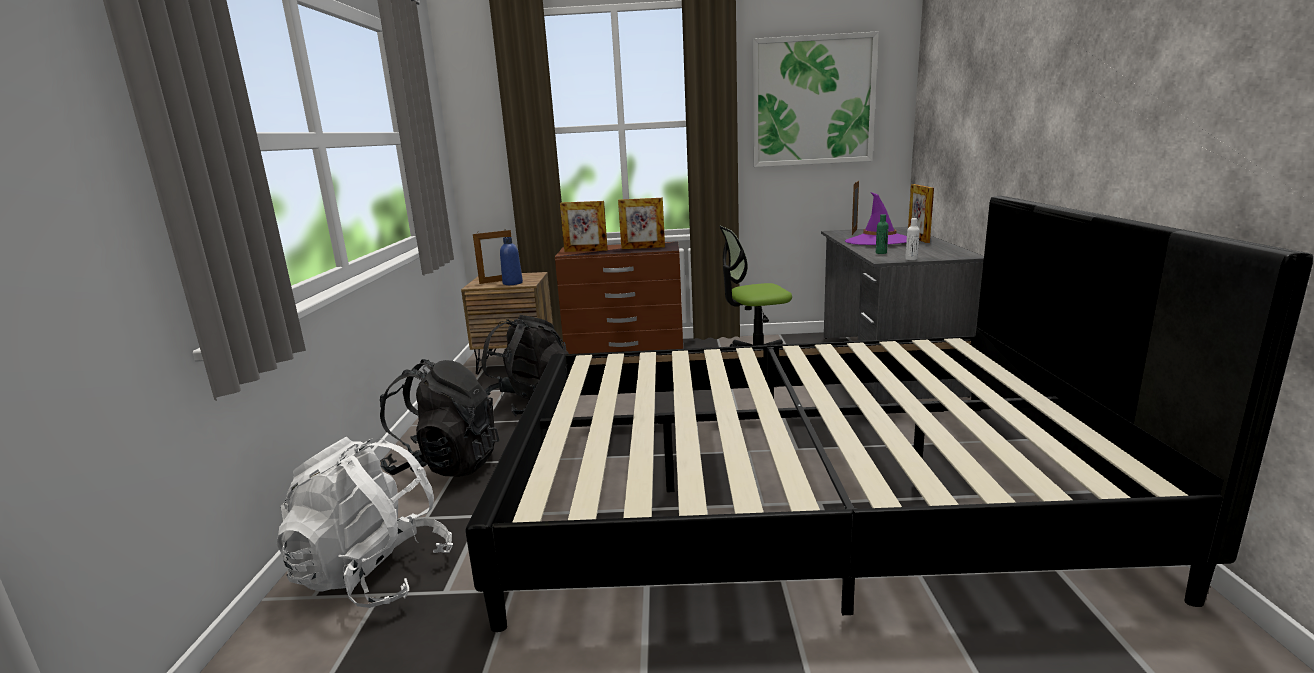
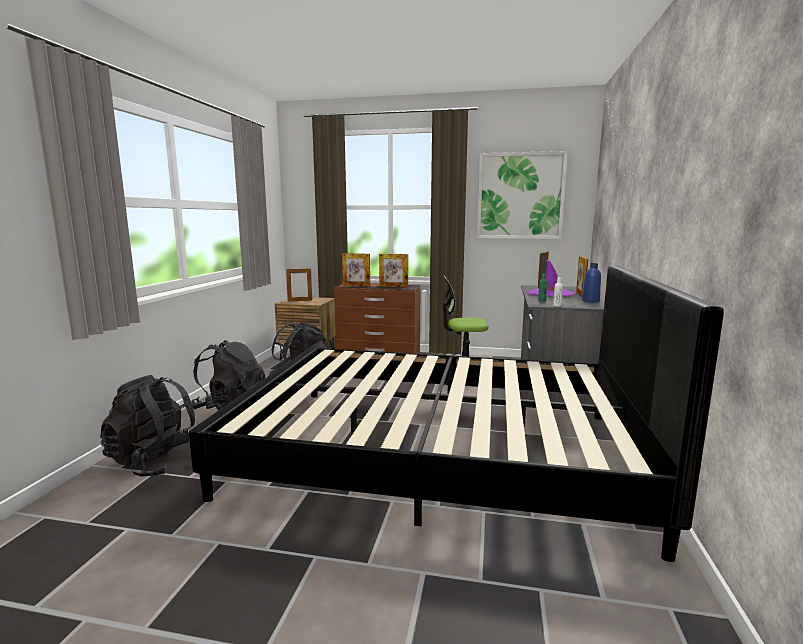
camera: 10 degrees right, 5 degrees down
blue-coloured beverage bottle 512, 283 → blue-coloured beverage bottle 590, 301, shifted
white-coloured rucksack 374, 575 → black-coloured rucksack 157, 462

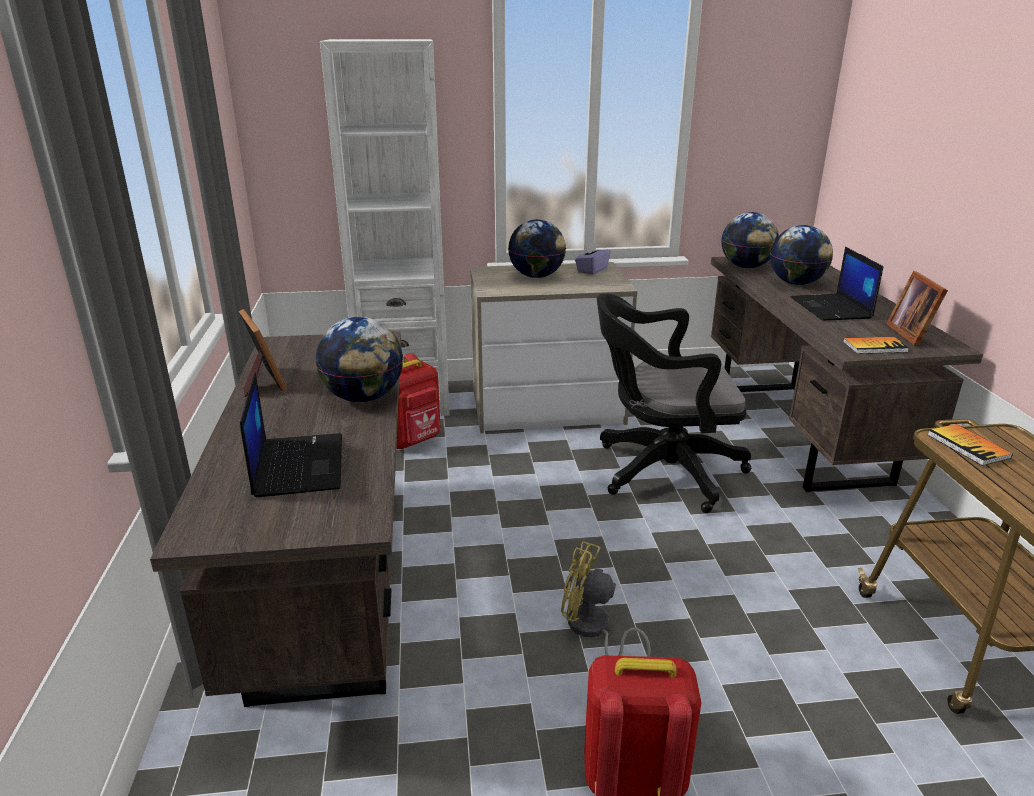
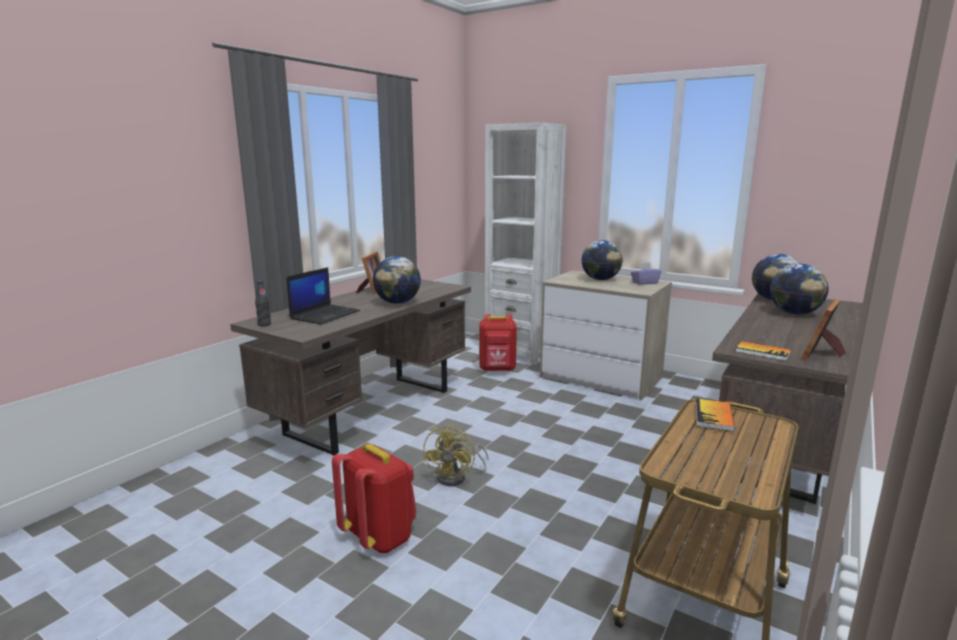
camera: 40 degrees right, 10 degrees down
notebook computer 832, 308 → -
black-coloured desk chair 661, 471 → -
yellow fan 592, 630 → yellow fan 457, 477, 135 degrees counterclockwise
- → black-coloured beverage bottle 264, 324

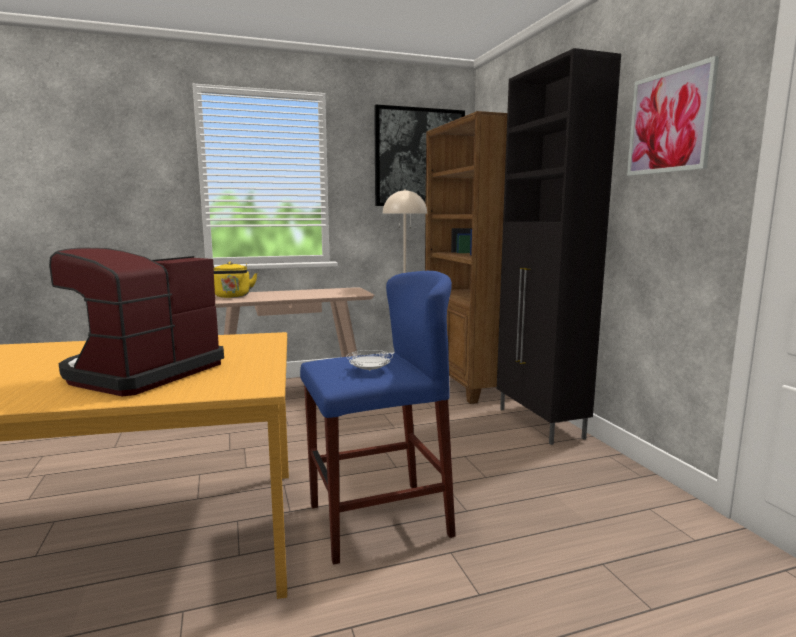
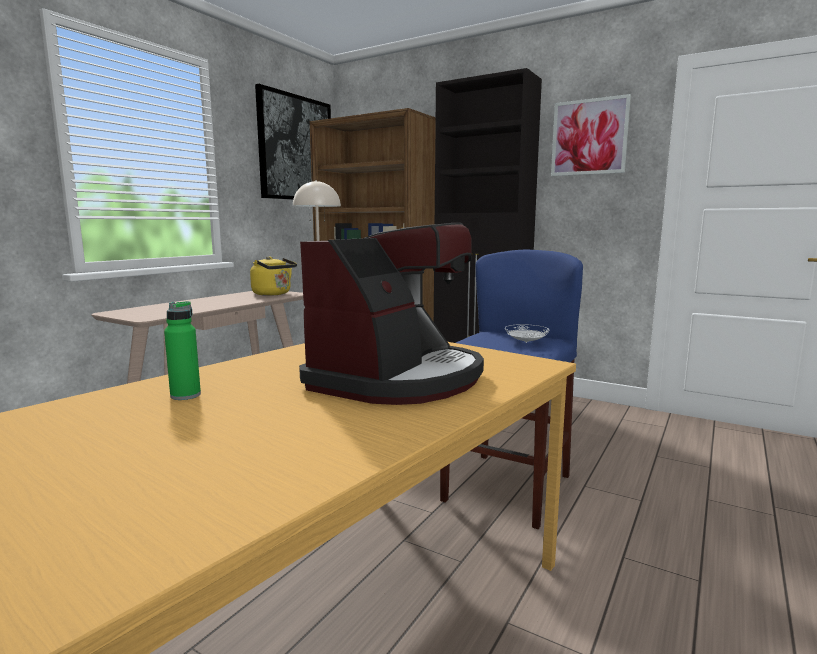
camera: 40 degrees left, 0 degrees up
coffee brewer 142, 373 → coffee brewer 398, 379, 135 degrees counterclockwise
yellow tea kettle 232, 296 → yellow tea kettle 273, 294, shifted
- → green-coloured beverage bottle 185, 395

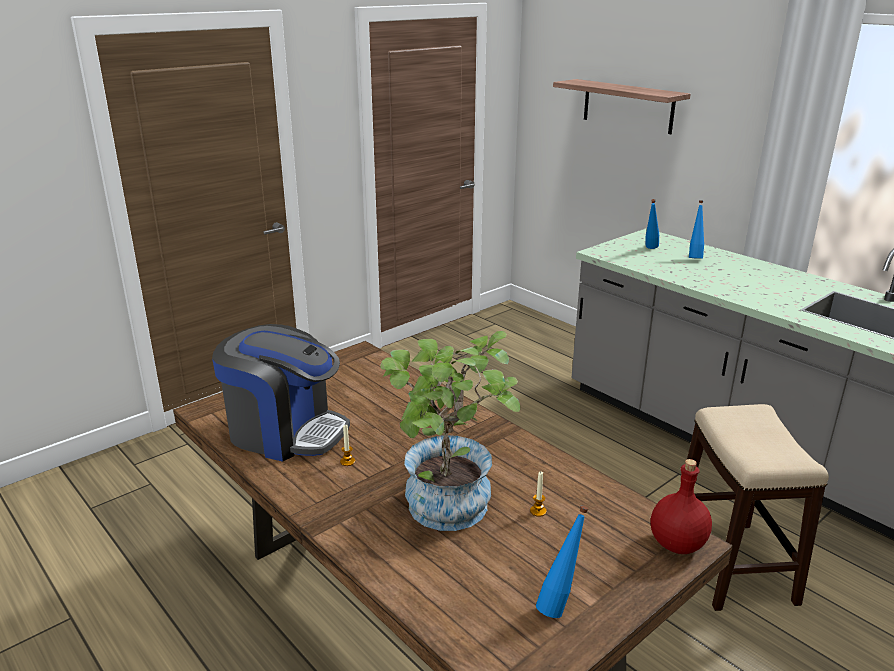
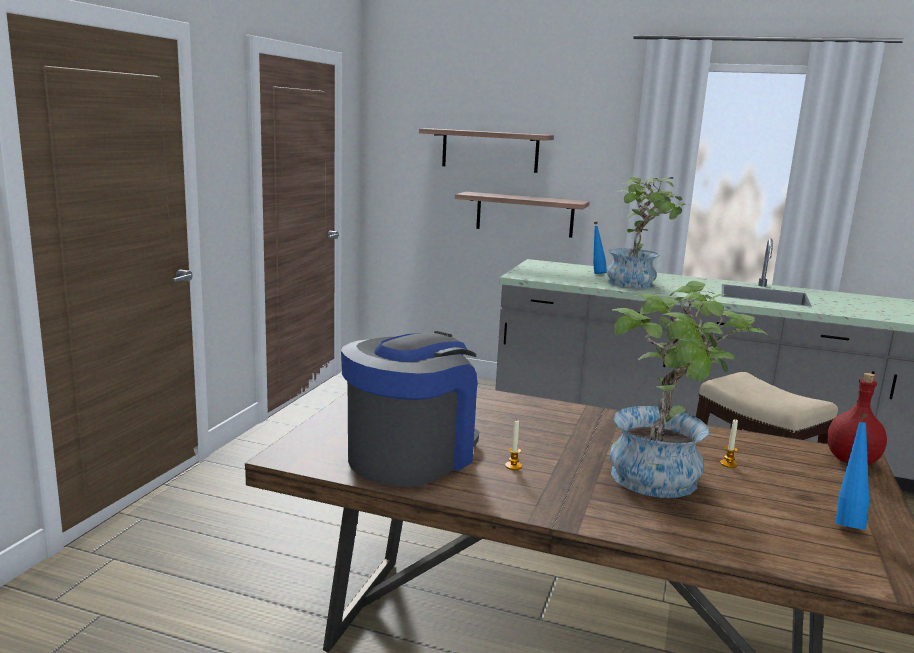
camera: 30 degrees left, 10 degrees down
blue-coloured beverage bottle 650, 249 → -
coffee brewer 285, 432 → coffee brewer 411, 456, 45 degrees counterclockwise
- → houseplant 638, 284
- → wall shelf 524, 214

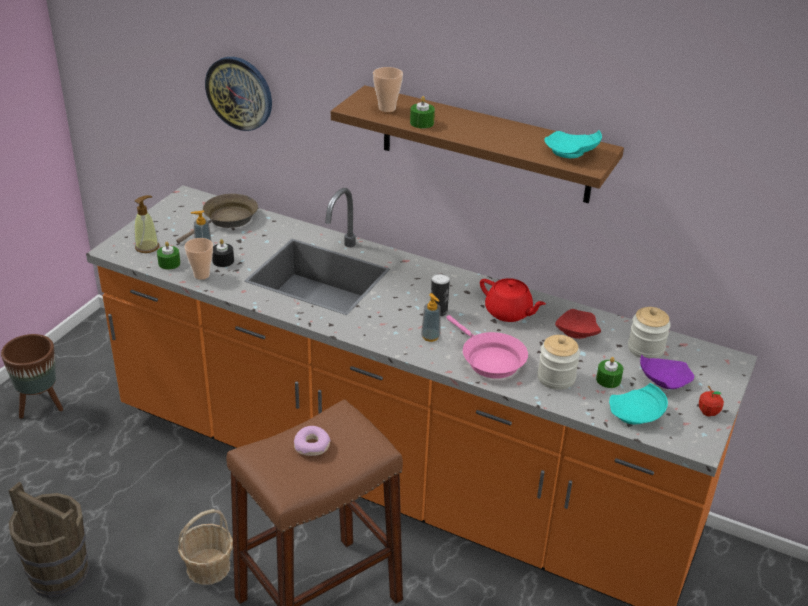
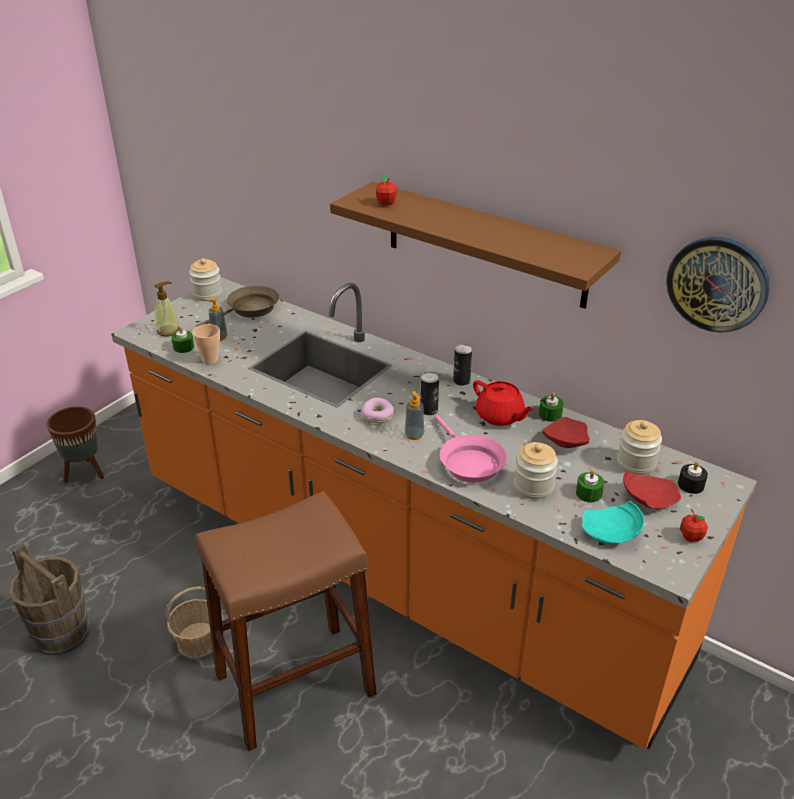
camera: 10 degrees right, 0 degrees up
clock on the wall 239, 93 → clock on the wall 717, 284, shifted
cup 387, 108 → apple 386, 203
green-coloured candle 422, 123 → green-coloured candle 550, 414, shifted
turquoise-coloured flat dish 571, 153 → -
black-coloured candle 223, 261 → black-coloured candle 691, 485, shifted
purple-coloured flat dish 663, 380 → red-coloured flat dish 647, 498
doughnut 312, 446 → doughnut 377, 415, shifted
- → preserve jar 207, 294
- → sealed can 461, 381

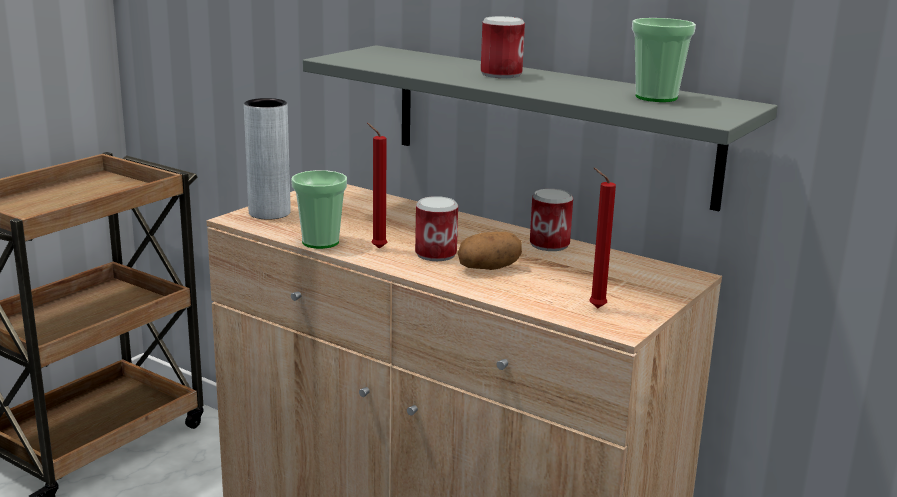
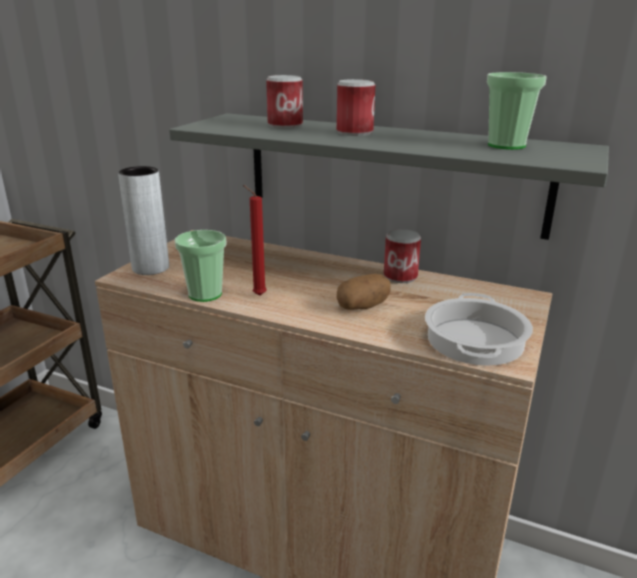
camera: 10 degrees left, 5 degrees up
red-coloured candle 594, 307 → cooking pot 473, 340
sealed can 436, 254 → sealed can 285, 125, shifted

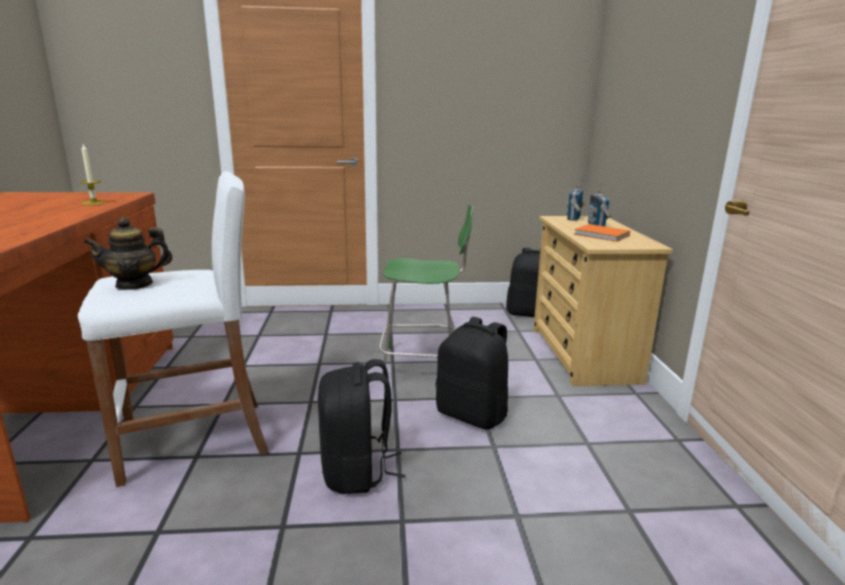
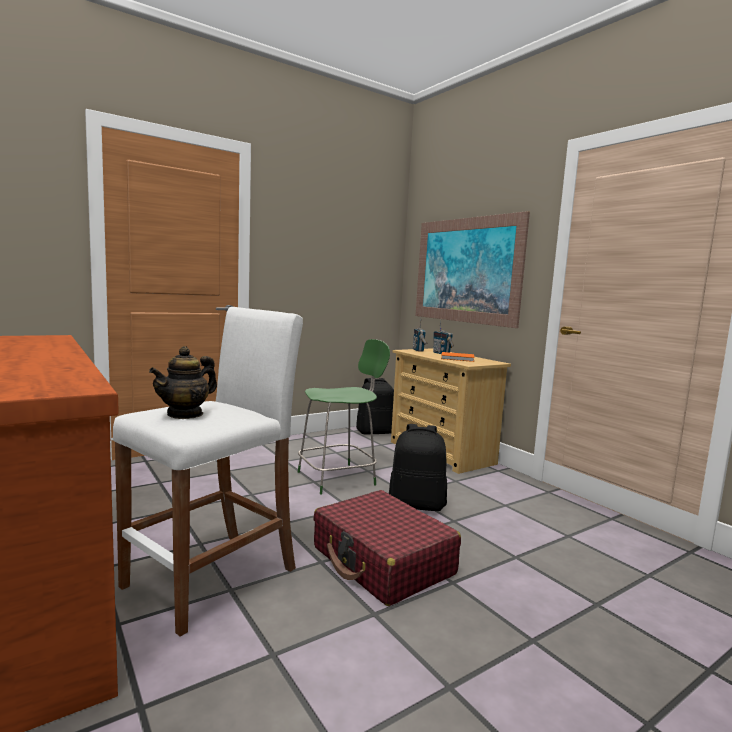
camera: 30 degrees left, 10 degrees down
candle 94, 203 → -
black-coloured rucksack 357, 471 → red-coloured travel case 383, 561
- → wall art 466, 270

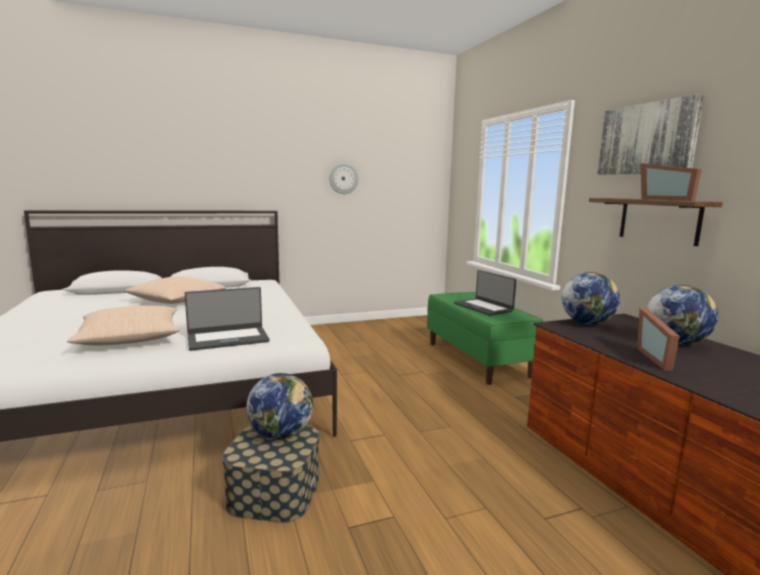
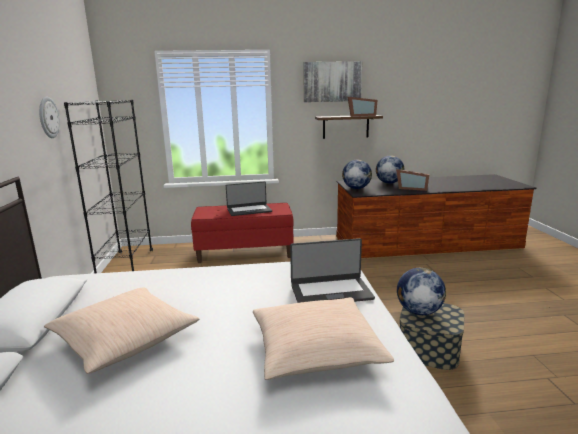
camera: 75 degrees left, 5 degrees up
notebook computer 228, 338 → notebook computer 330, 291, 90 degrees clockwise
green-coloured indoor bench 477, 359 → red-coloured indoor bench 245, 252
- → black-coloured shelving unit 126, 265

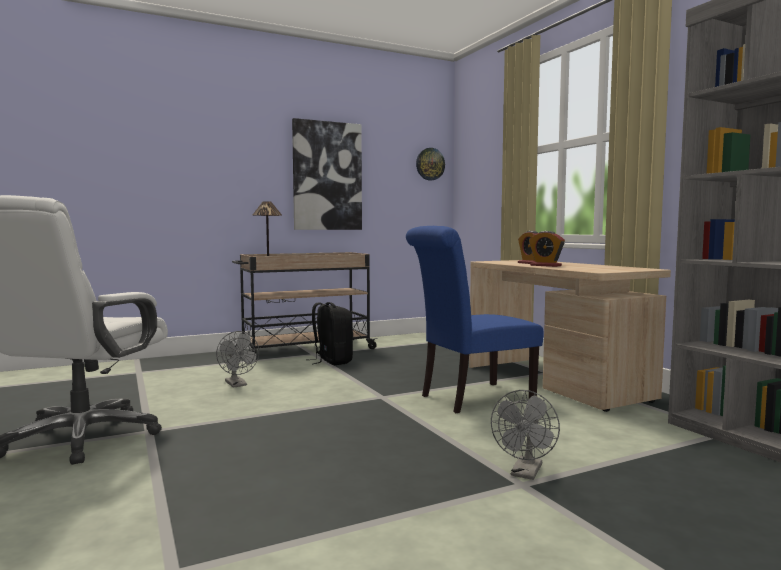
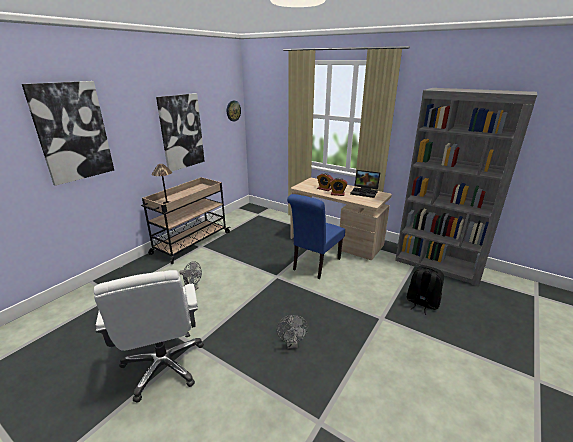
camera: 30 degrees left, 20 degrees up
black-coloured rucksack 332, 361 → black-coloured rucksack 421, 303, shifted
grey fan 525, 473 → grey fan 292, 344, shifted
- → wall art 72, 132
- → notebook computer 365, 192

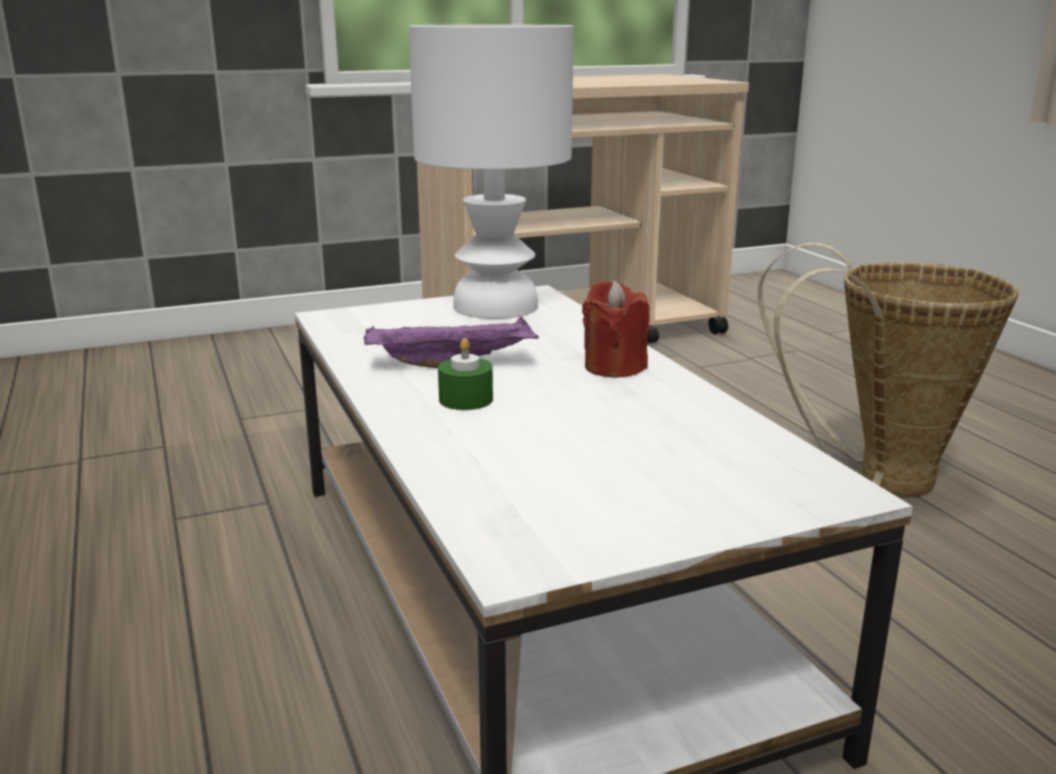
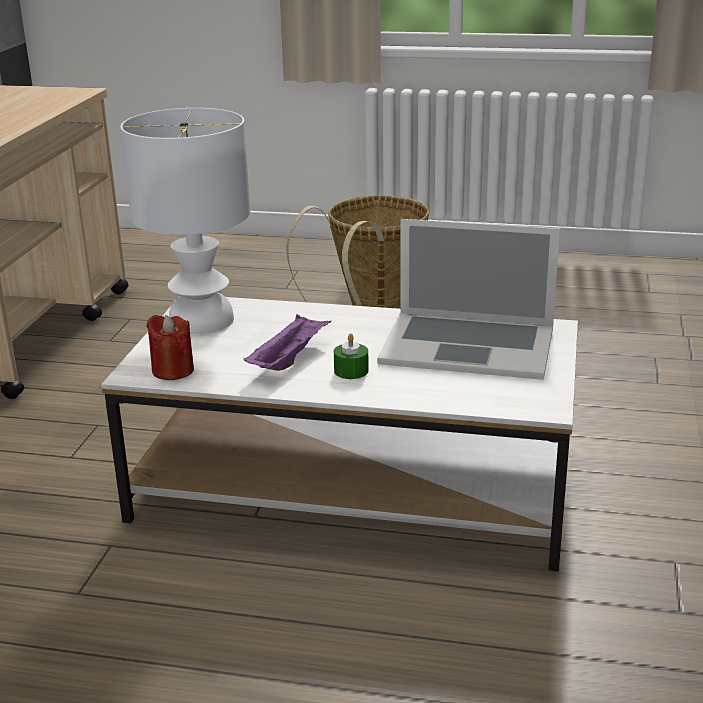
camera: 55 degrees left, 5 degrees up
red-coloured candle 614, 367 → red-coloured candle 173, 370, shifted
- → notebook computer 468, 345

